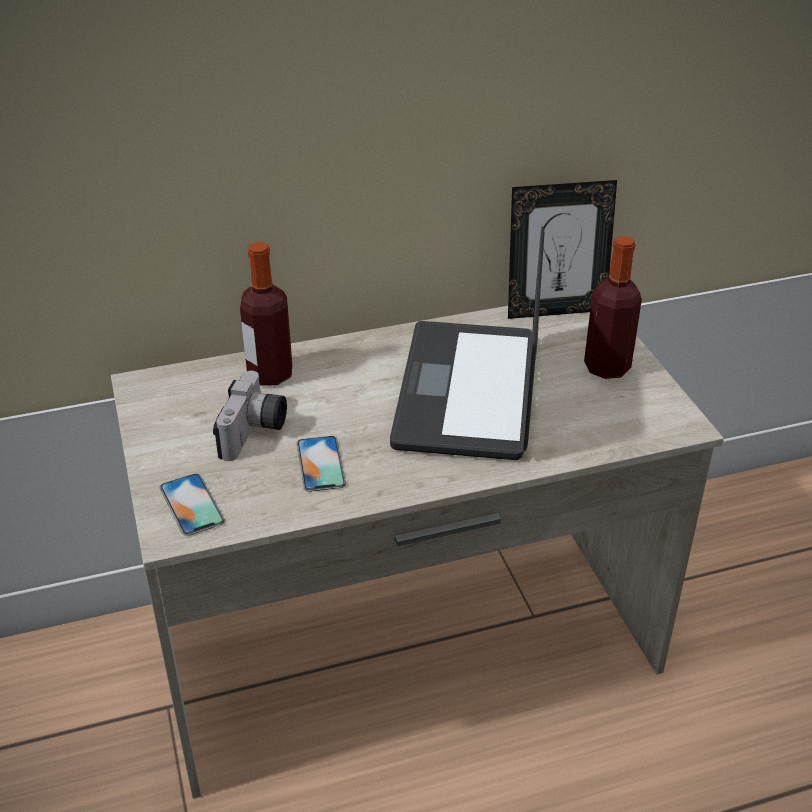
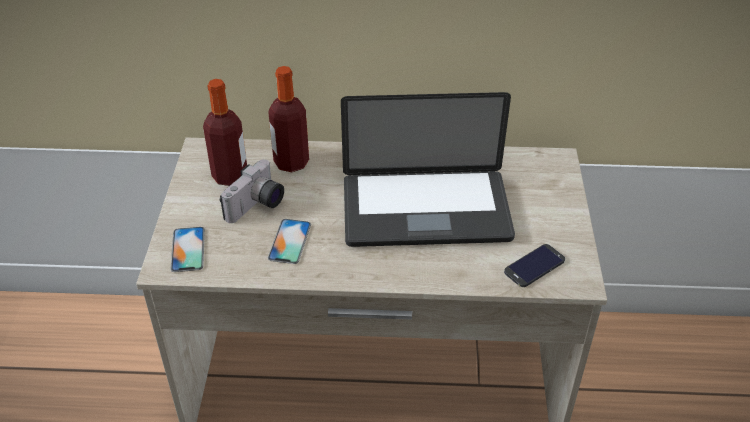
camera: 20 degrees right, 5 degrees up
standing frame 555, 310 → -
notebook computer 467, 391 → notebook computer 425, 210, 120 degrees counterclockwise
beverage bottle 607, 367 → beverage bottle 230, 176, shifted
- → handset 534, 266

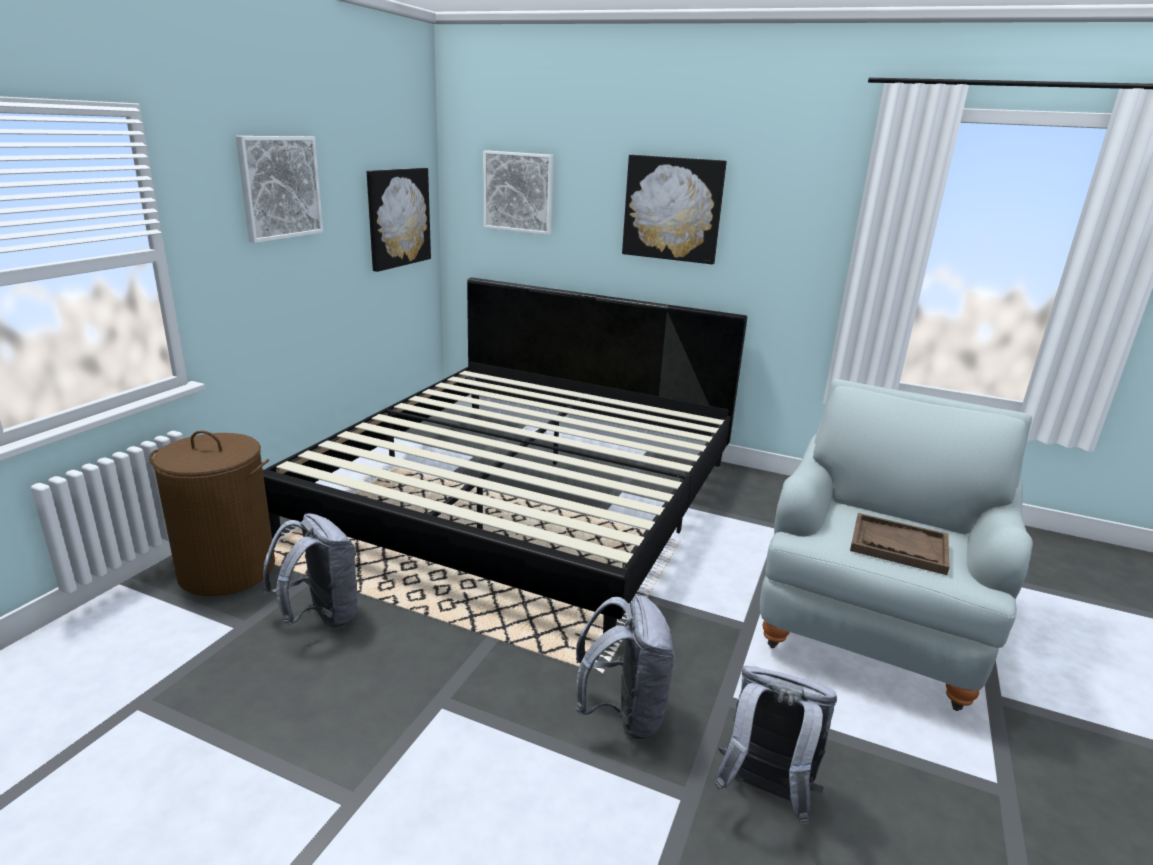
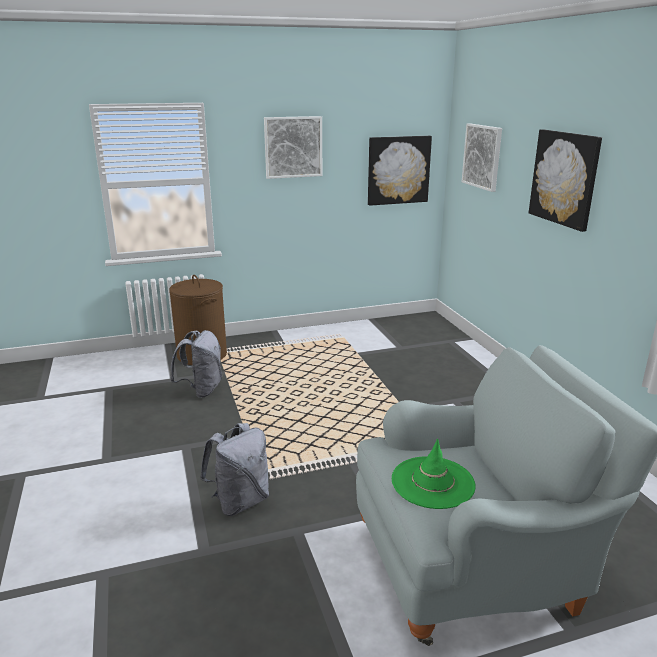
camera: 50 degrees right, 0 degrees up
bedroom bed 525, 496 → -
brown serving tray 898, 546 → green-coloured wearable hat 432, 482
grey rucksack 764, 793 → -

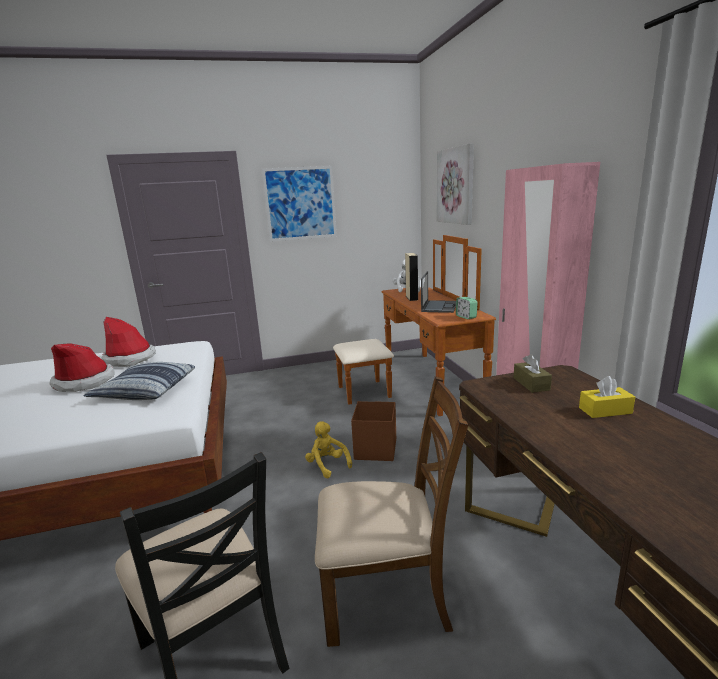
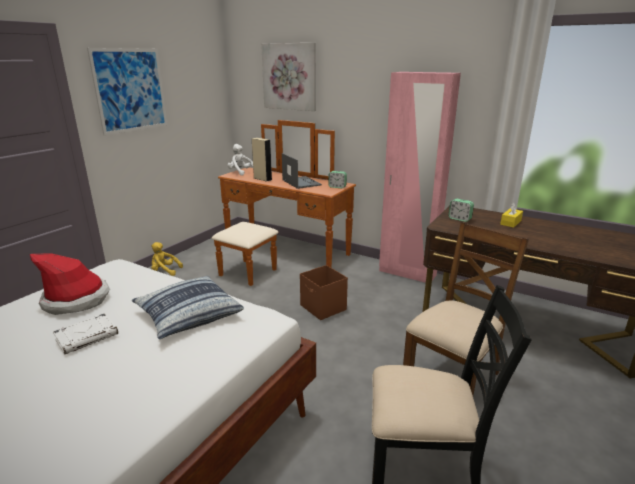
camera: 45 degrees left, 5 degrees up
wearable hat 84, 382 → white-coloured bound book 87, 336
brown box of tissues 531, 384 → alarm clock 459, 219
yellow cuddly toy 327, 465 → yellow cuddly toy 165, 271, shifted

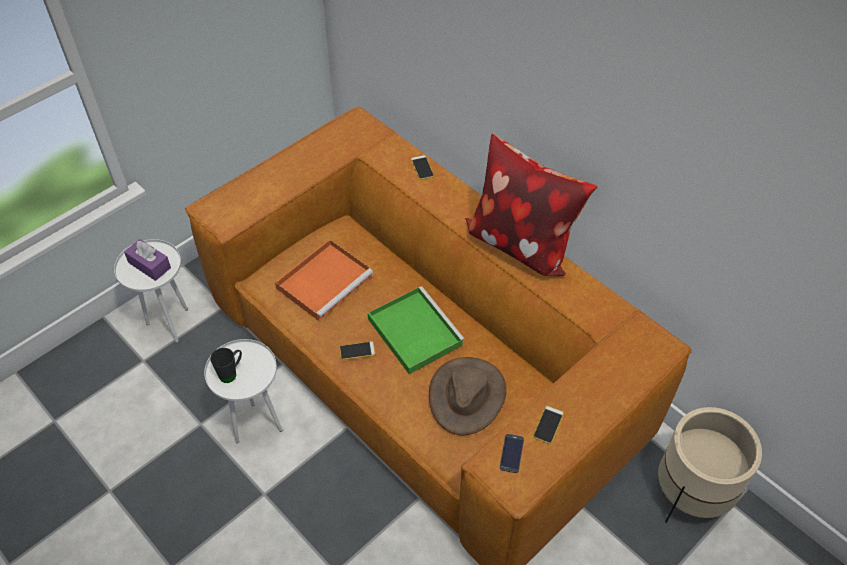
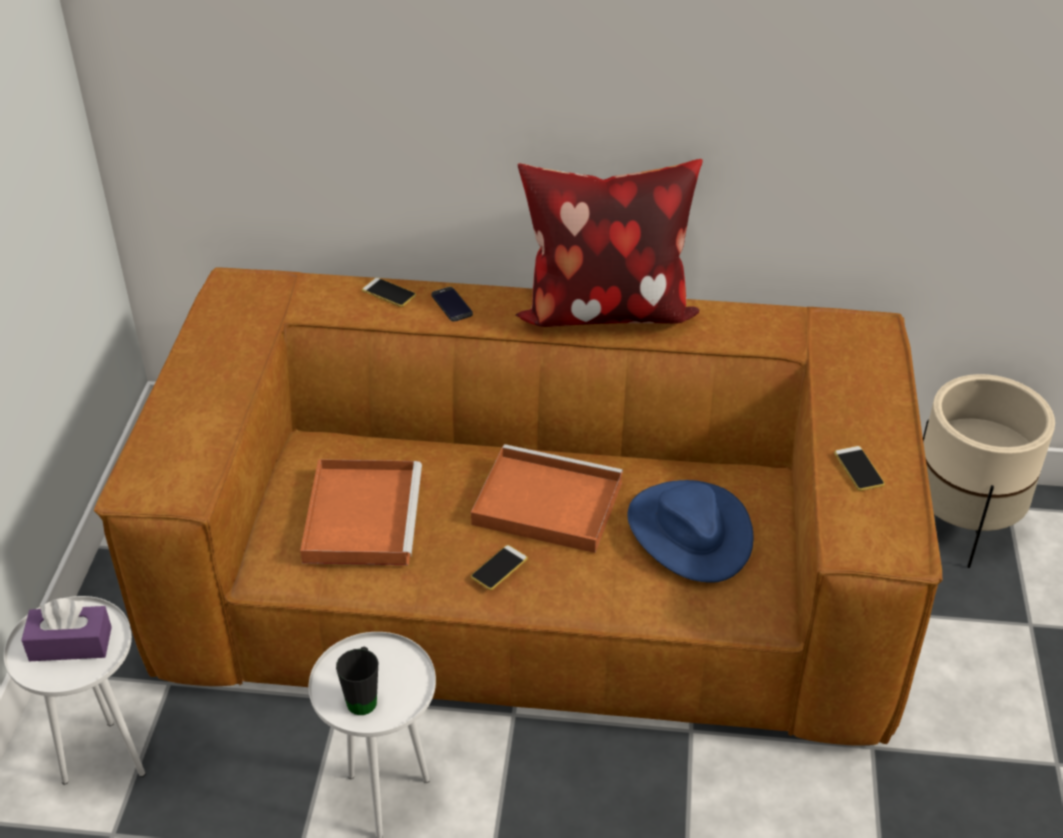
camera: 40 degrees left, 10 degrees down
green-coloured serving tray 413, 331 → orange-coloured serving tray 544, 503
brown wearable hat 466, 395 → blue-coloured wearable hat 689, 532
handset 511, 453 → handset 452, 304, shifted

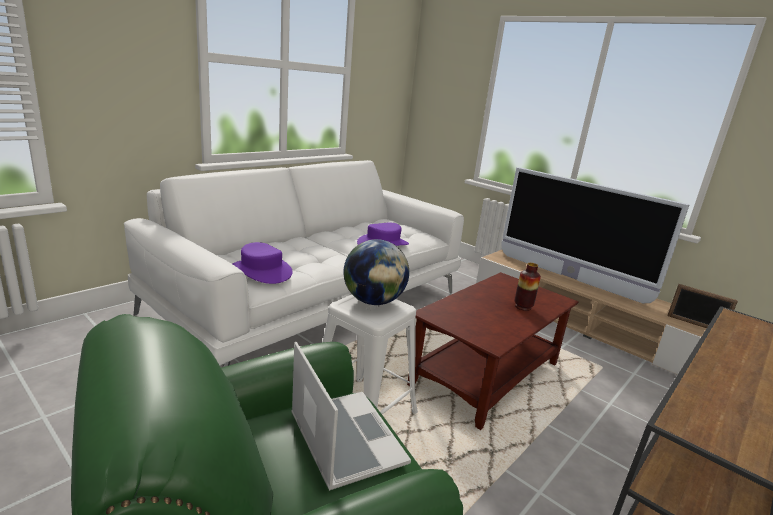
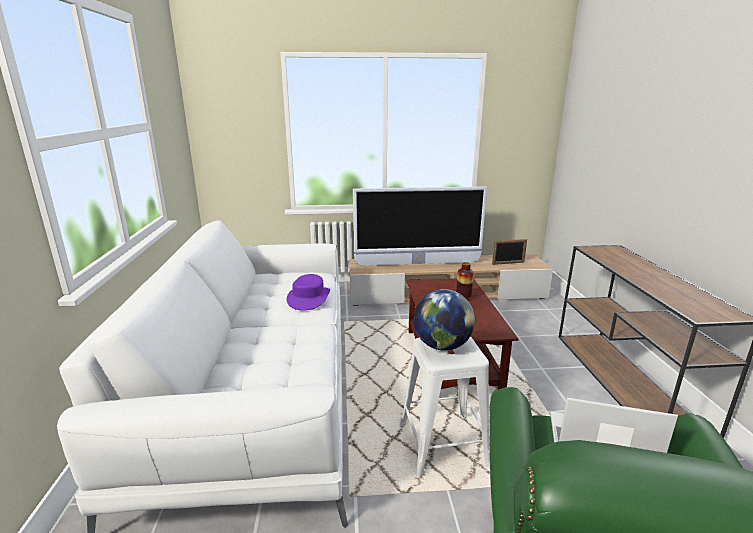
camera: 45 degrees left, 0 degrees up
purple-coloured wearable hat 261, 271 → -

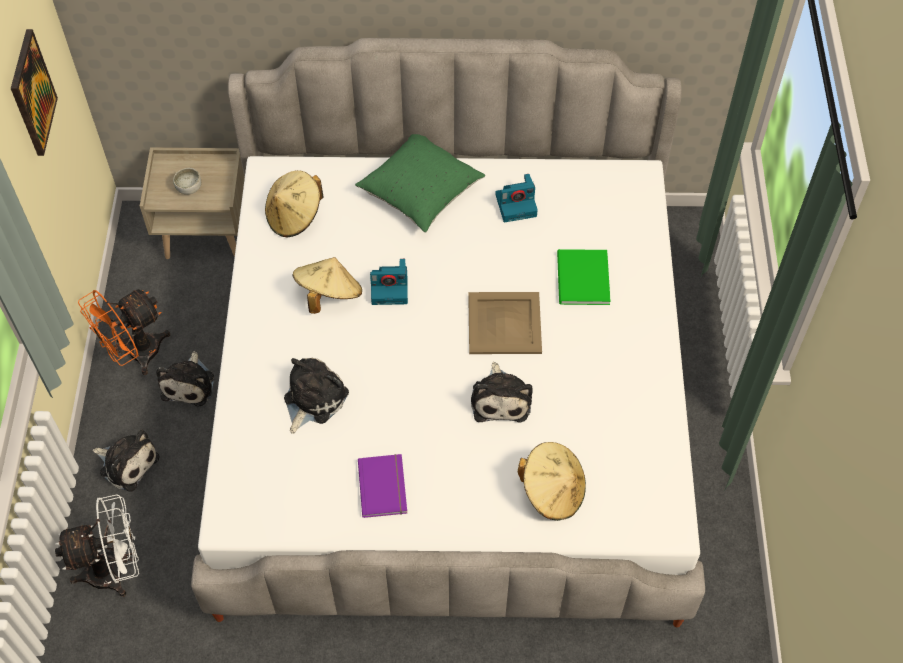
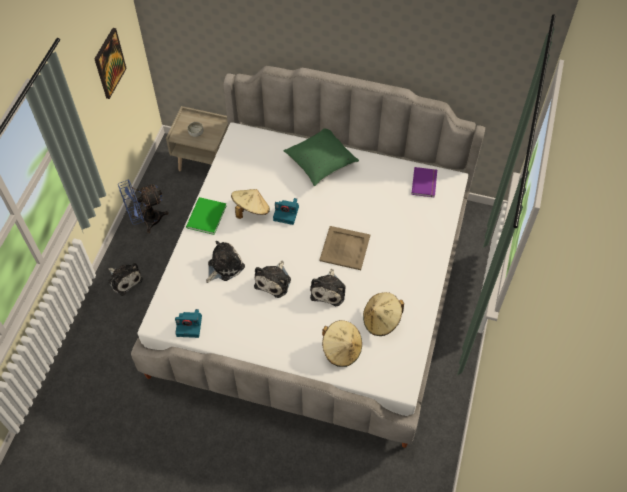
camera: 15 degrees right, 0 degrees up
beige-coloured wearable hat 295, 217 → beige-coloured wearable hat 381, 320, shifted
photo camera 516, 204 → photo camera 190, 325, shifted
green-coloured bound book 581, 280 → green-coloured bound book 205, 217, shifted
orange-coloured fan 135, 355 → blue-coloured fan 146, 220
cuddly toy 189, 383 → cuddly toy 274, 281, shifted
purple-coloured bound book 384, 486 → purple-coloured bound book 425, 183, shifted
white-coloured fan 115, 571 → -

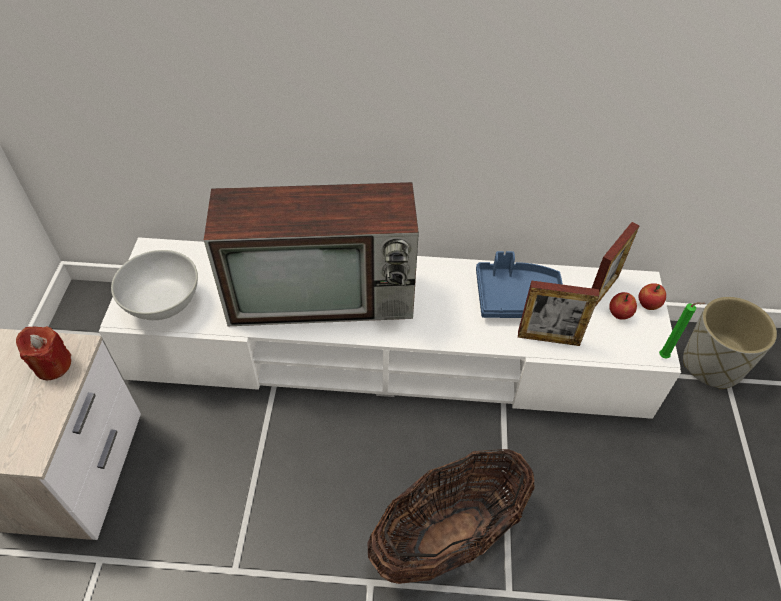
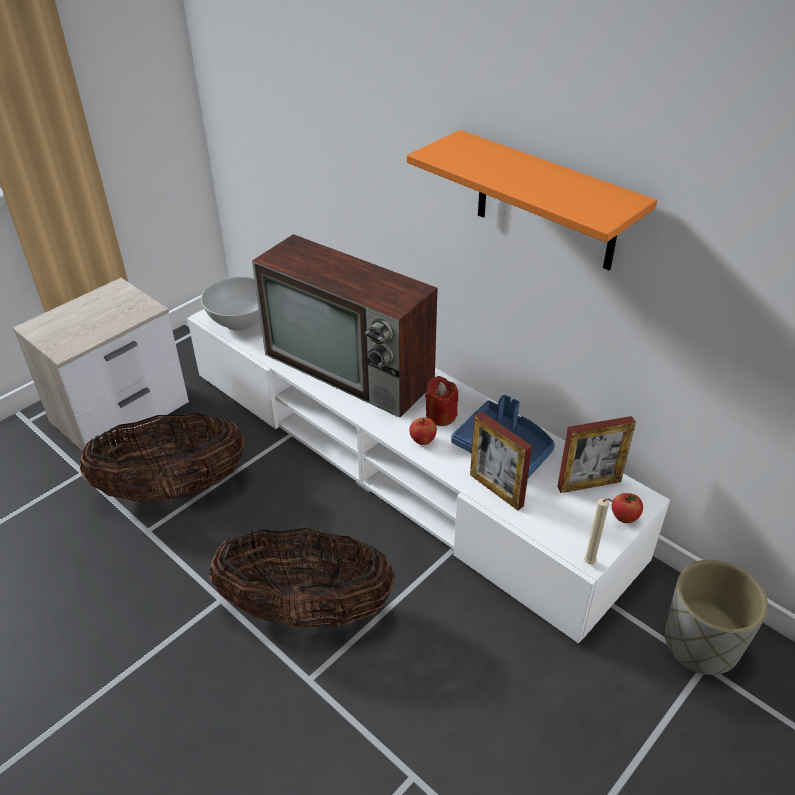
camera: 40 degrees right, 10 degrees down
apple 619, 314 → apple 422, 440, shifted
green-coloured candle 665, 357 → beige-coloured candle 590, 564
red-coloured candle 52, 365 → red-coloured candle 440, 416, shifted
- → orange-coloured wall shelf 546, 202
- → household basket 173, 489

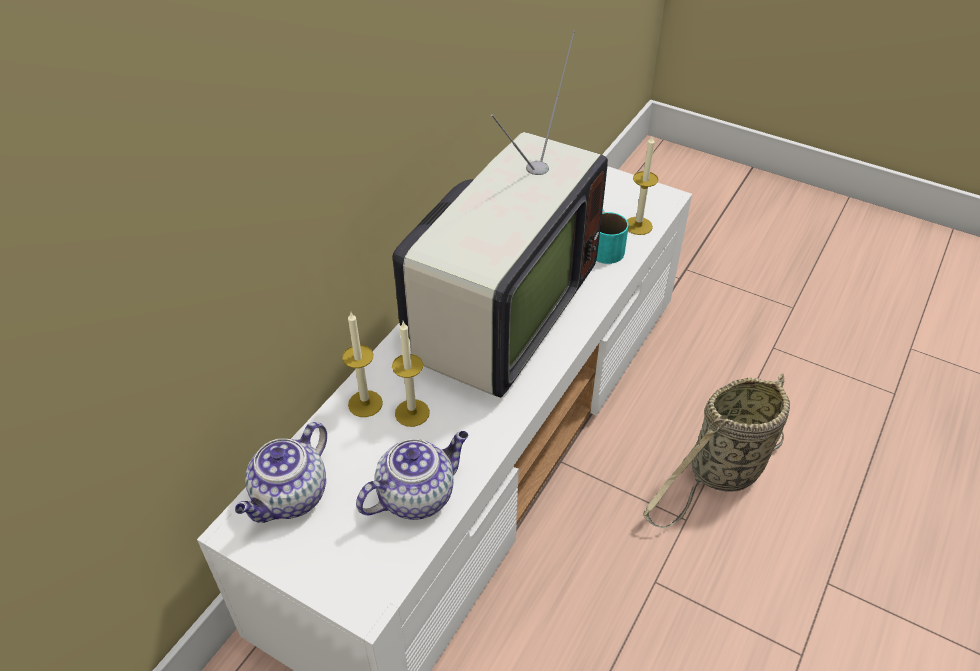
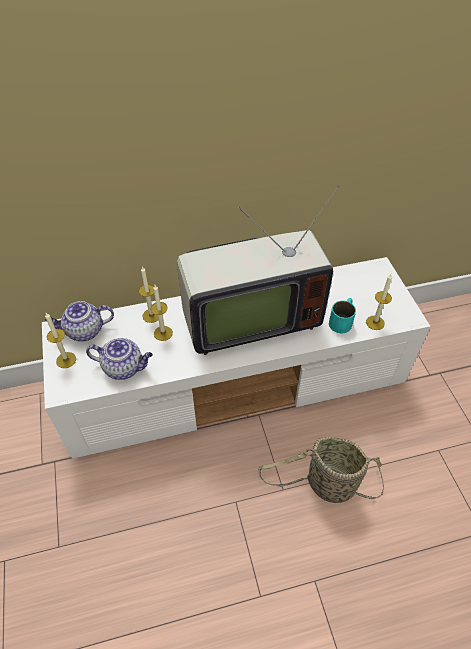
camera: 45 degrees right, 5 degrees up
- → candle 66, 360

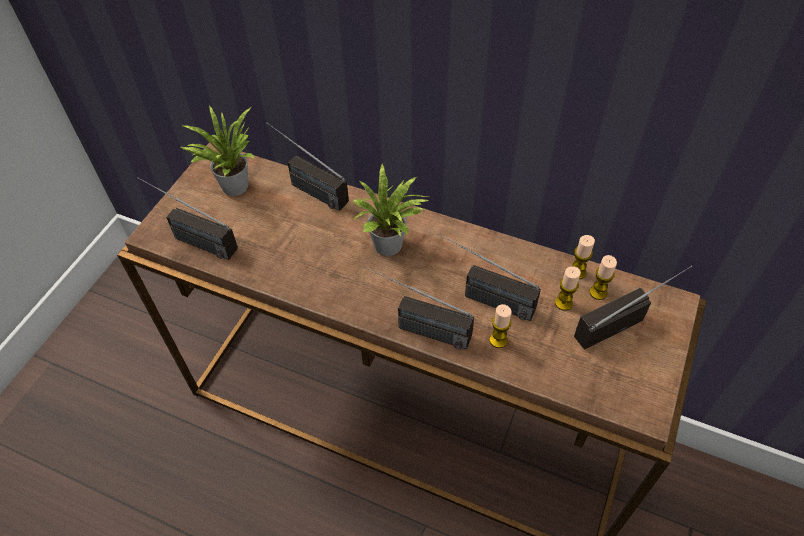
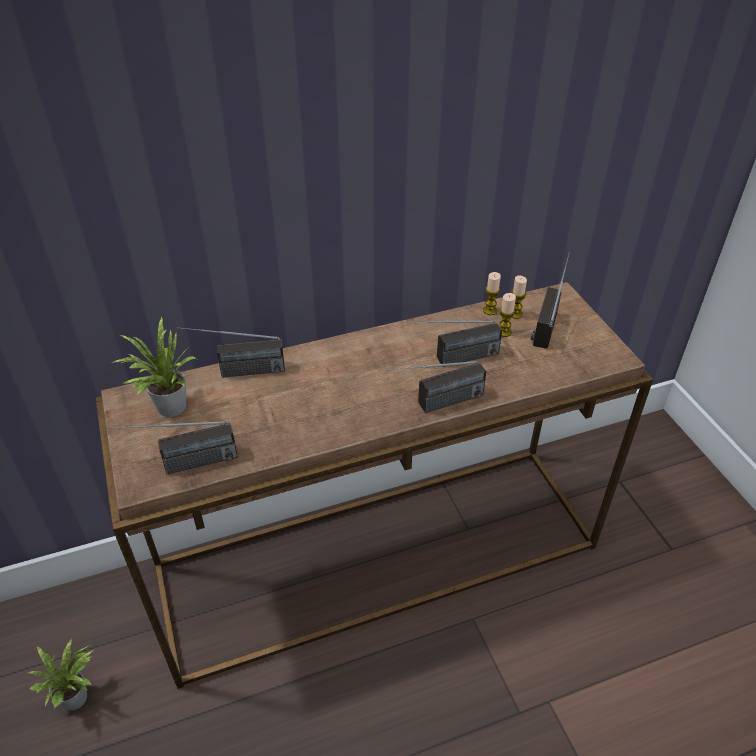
camera: 45 degrees left, 10 degrees down
houseplant 391, 246 → houseplant 78, 697, shifted
candle 498, 340 → -

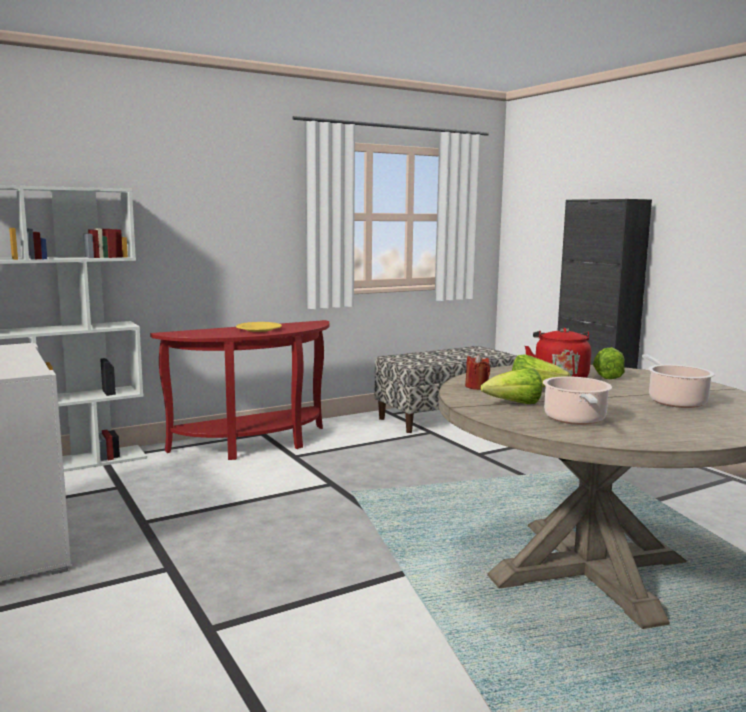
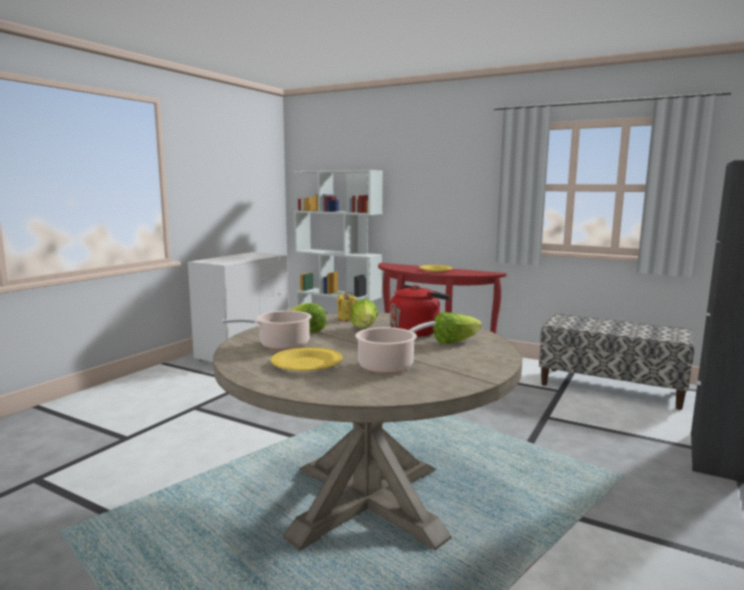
camera: 60 degrees right, 0 degrees up
red-coloured candle 476, 387 → yellow candle 347, 319
- → yellow flat dish 306, 364

